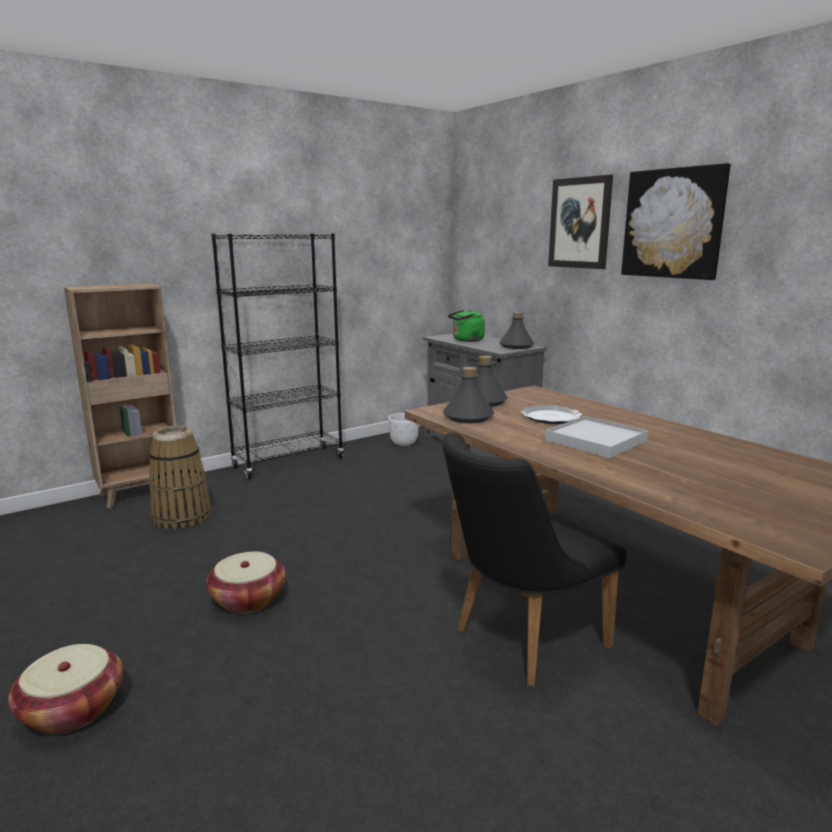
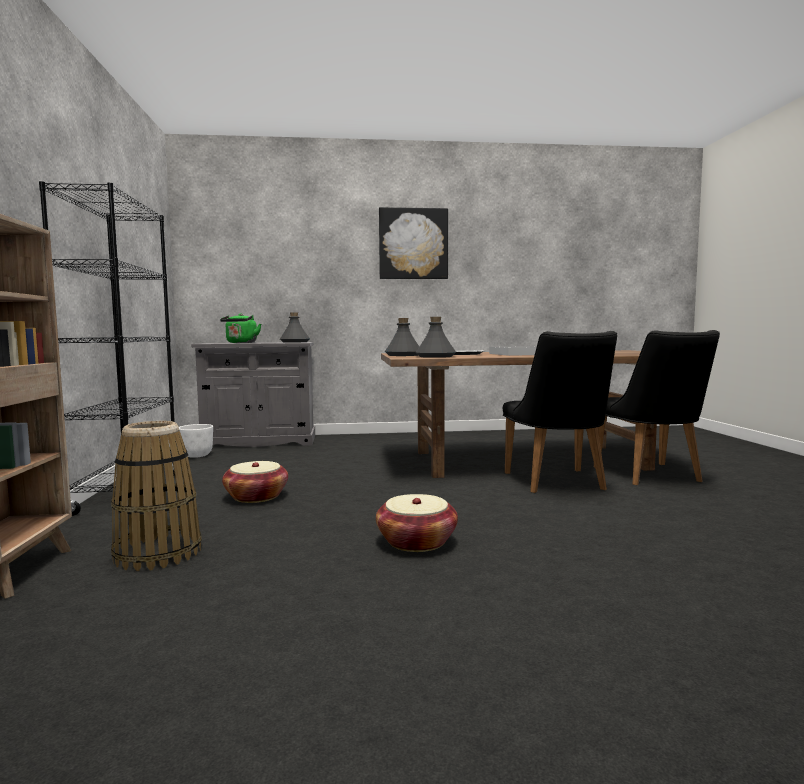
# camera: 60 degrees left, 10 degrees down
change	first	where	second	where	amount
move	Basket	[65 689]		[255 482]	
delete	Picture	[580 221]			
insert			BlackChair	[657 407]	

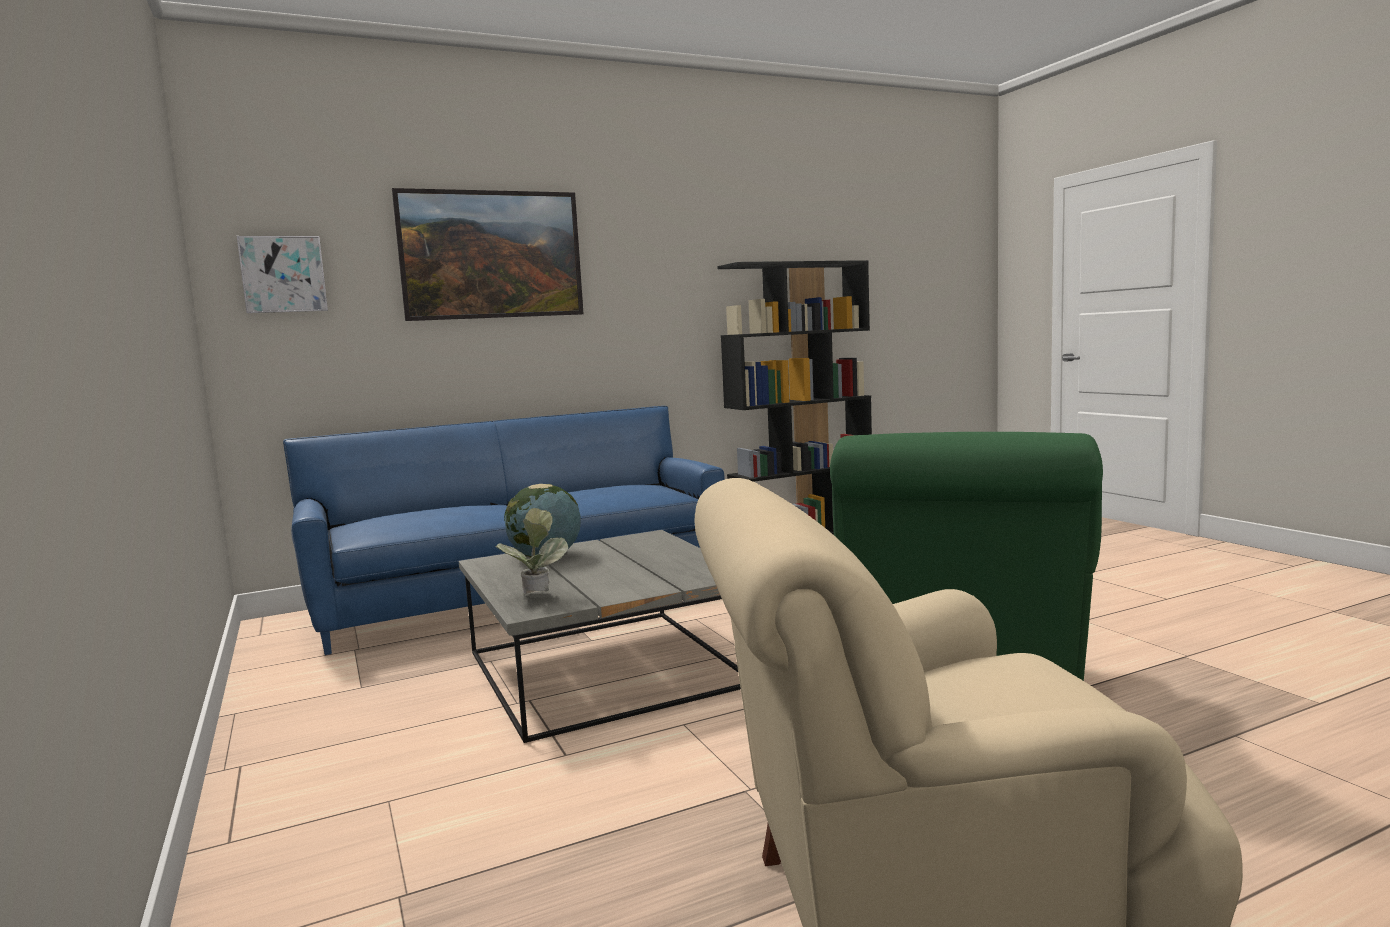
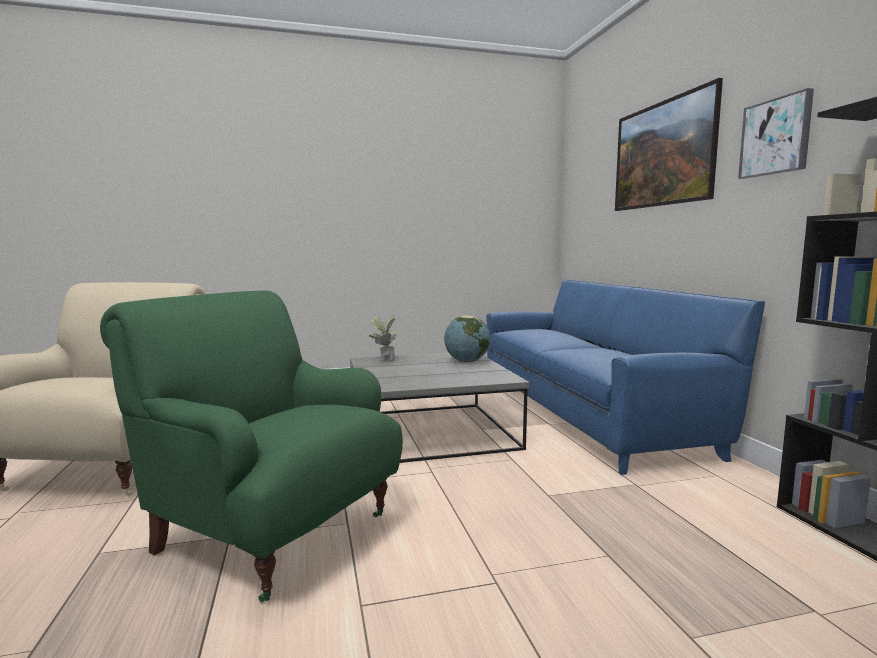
# camera: 100 degrees right, 0 degrees up
change	first	where	second	where	amount
move	Picture	[282 274]		[776 133]	

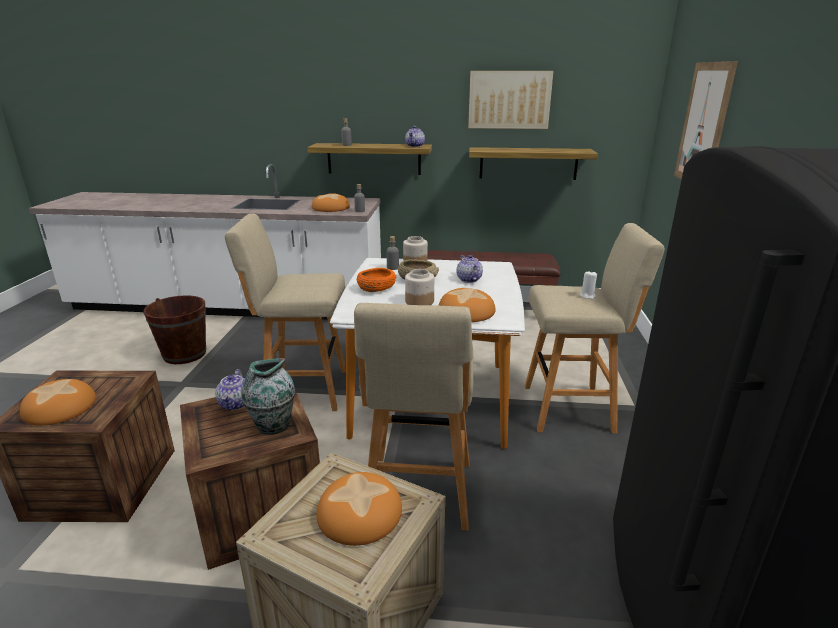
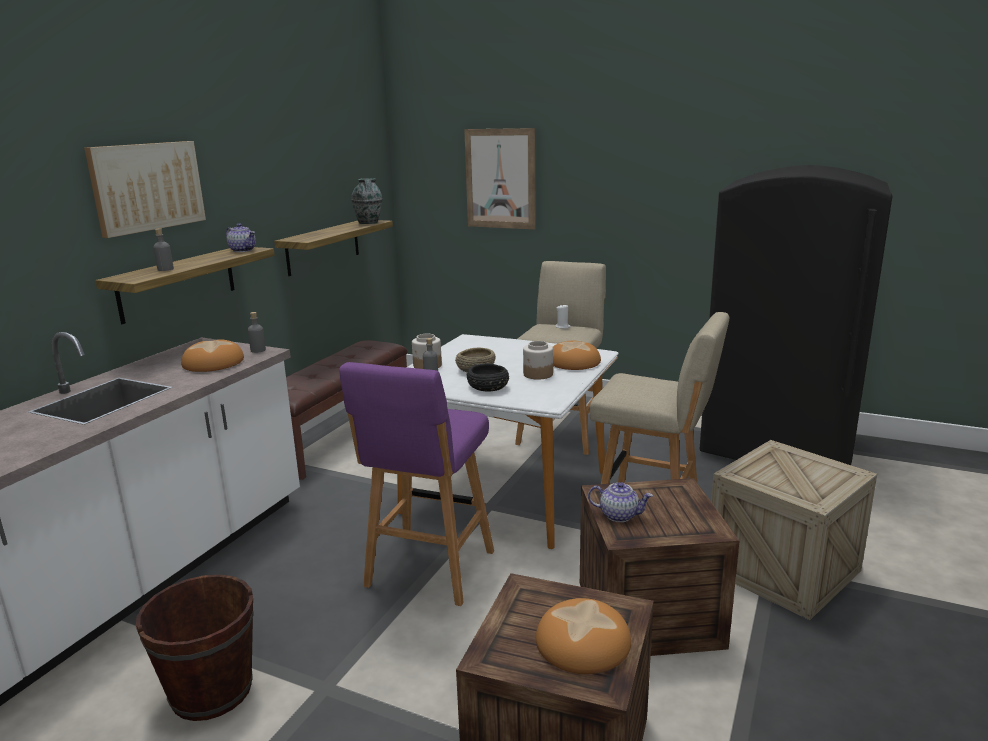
# camera: 70 degrees left, 5 degrees down
change	first	where	second	where	amount
recolor	BeigeStool	[285 312]	PurpleStool	[416 484]	
move	Vase	[268 396]		[367 201]	
delete	Bread	[359 509]			
recolor	OrangeBowl	[376 280]	BlackBowl	[488 377]	
delete	Teapot	[469 269]			
move	Picture	[511 100]		[145 189]	

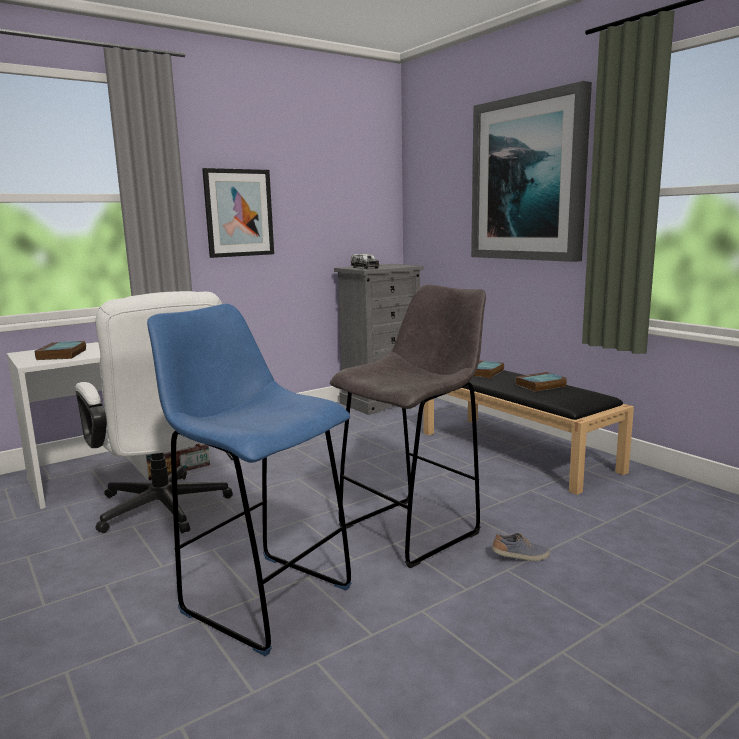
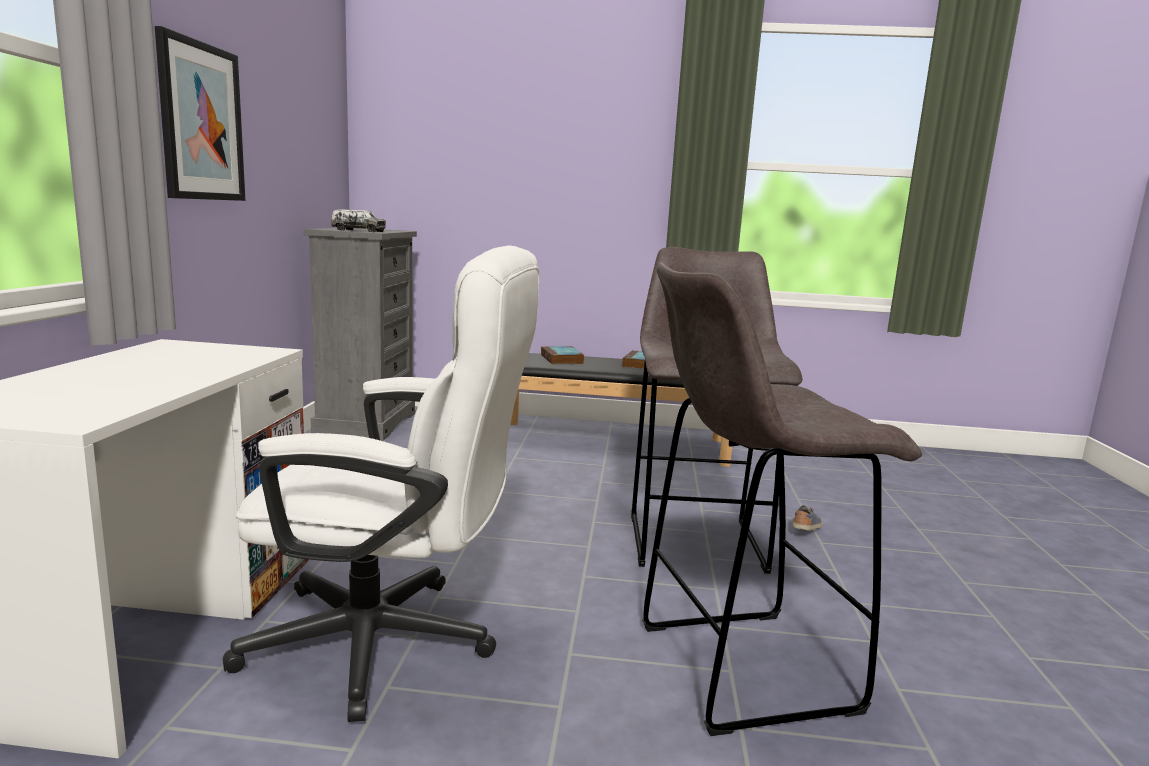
# camera: 50 degrees left, 0 degrees up
change	first	where	second	where	amount
delete	Book	[60 350]			
recolor	BlueStool	[249 480]	GreyStool	[782 499]	
delete	Picture	[531 171]			

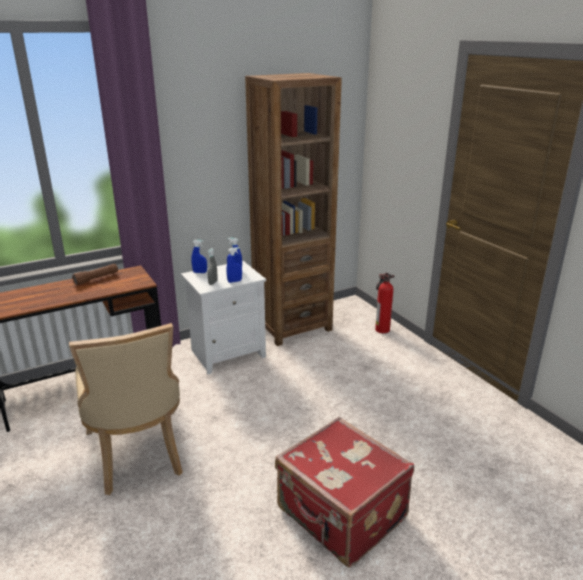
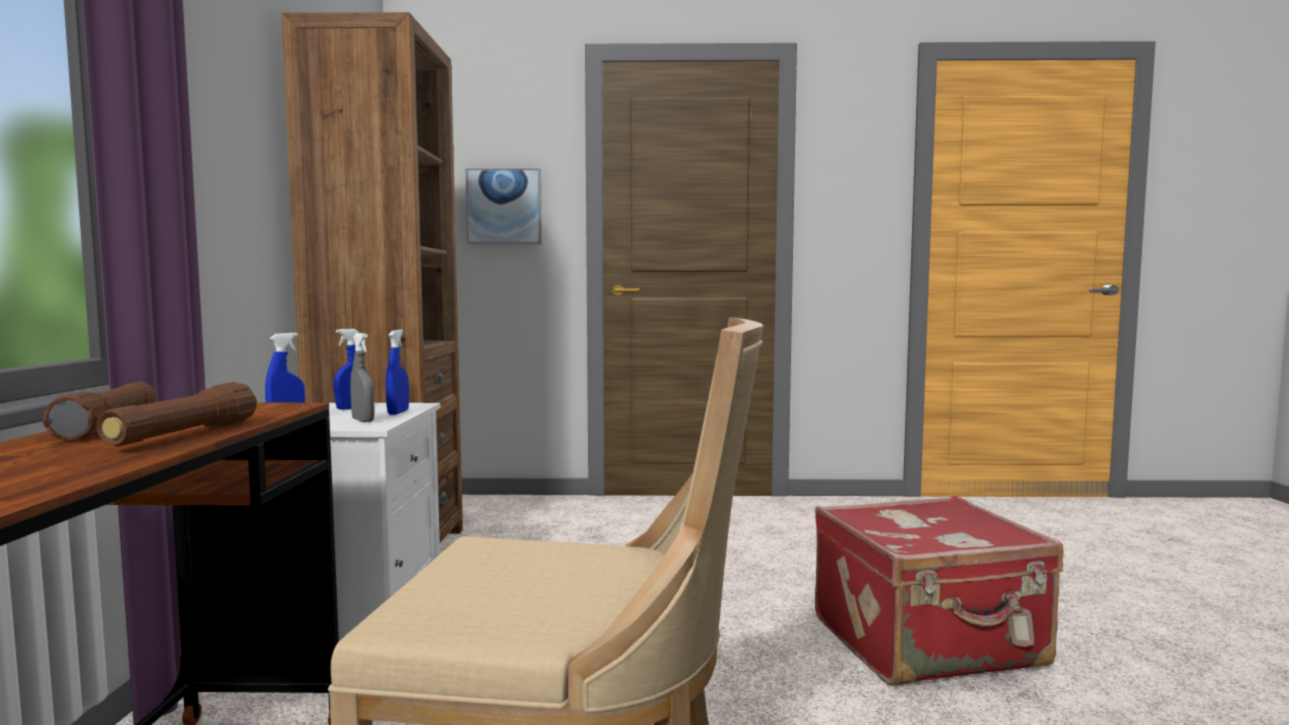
# camera: 60 degrees left, 20 degrees down
change	first	where	second	where	amount
delete	FireExtinguisher	[385 303]			
insert			BrownFlashlight	[177 414]	
insert			Picture	[503 206]	

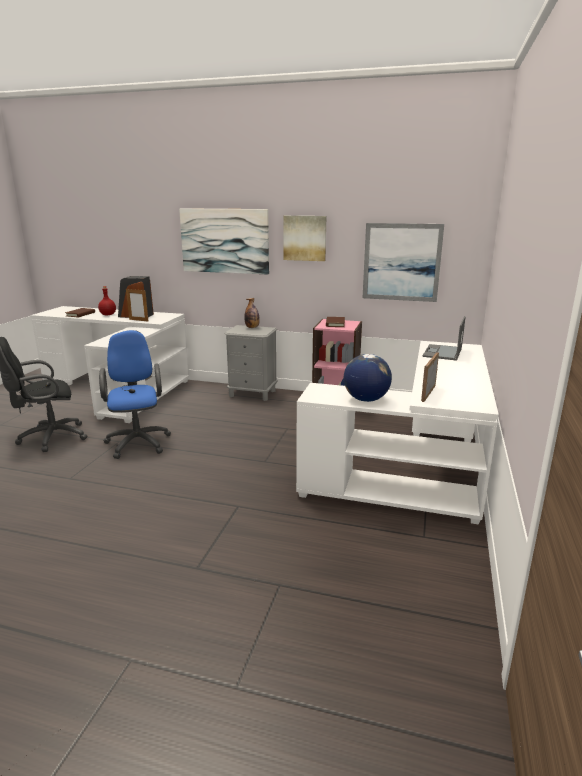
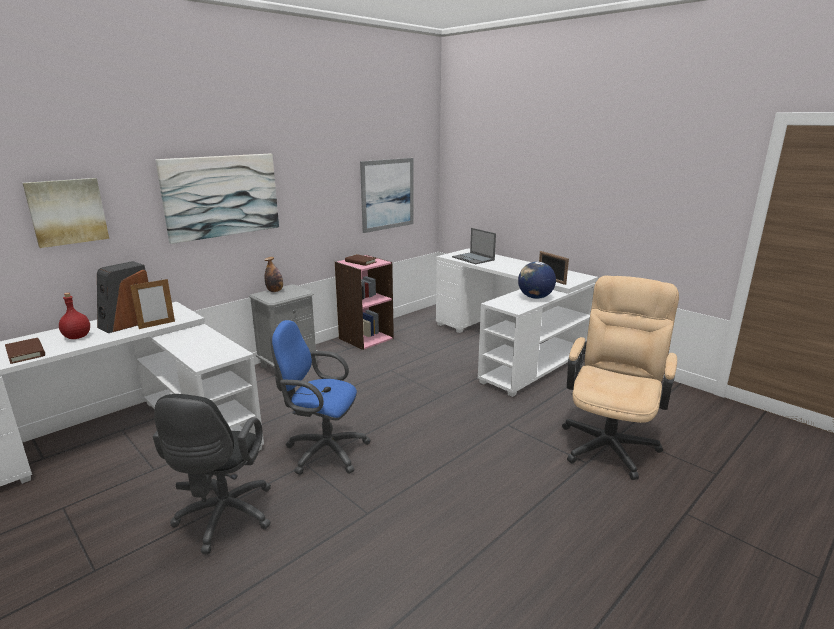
# camera: 60 degrees left, 0 degrees up
change	first	where	second	where	amount
move	Picture	[304 238]		[66 213]	
insert			BeigeOfficeChair	[620 378]	

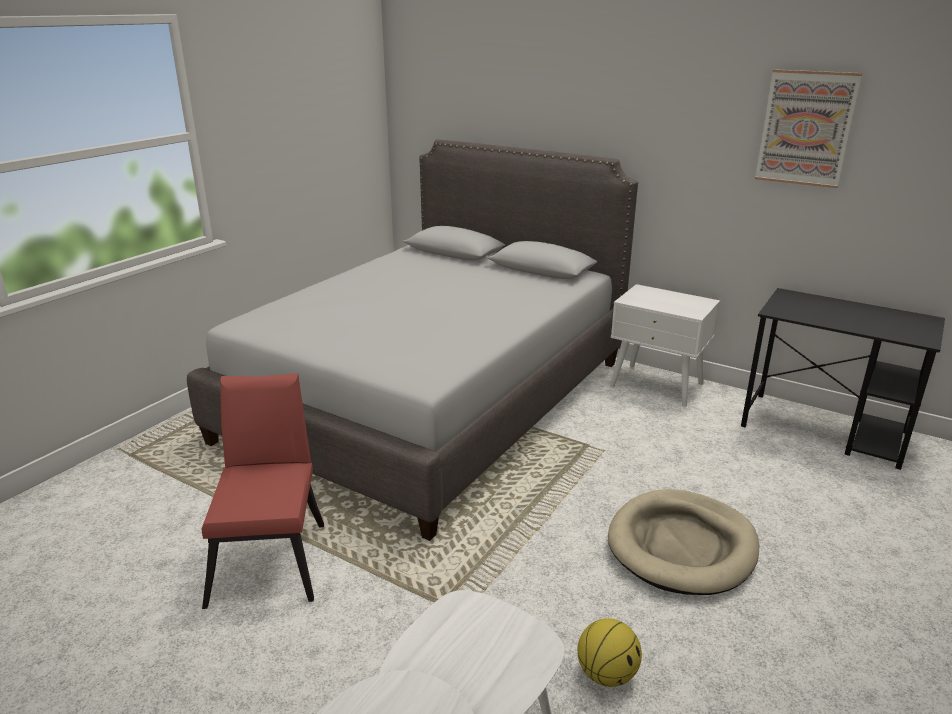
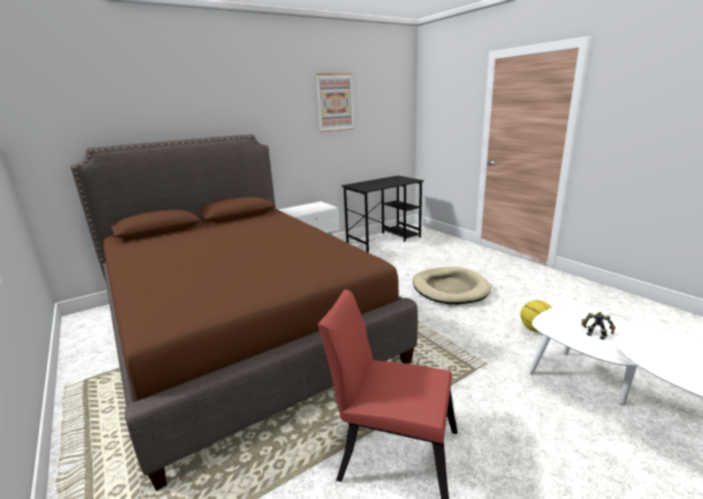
# camera: 65 degrees left, 5 degrees down
change	first	where	second	where	amount
recolor	GreyBed	[412 340]	BrownBed	[244 312]	
insert			ToyRobot	[598 326]	

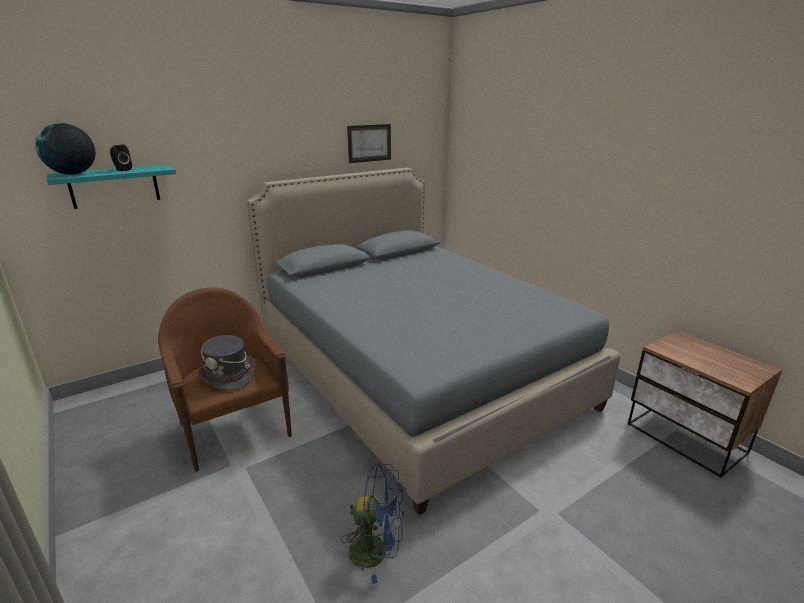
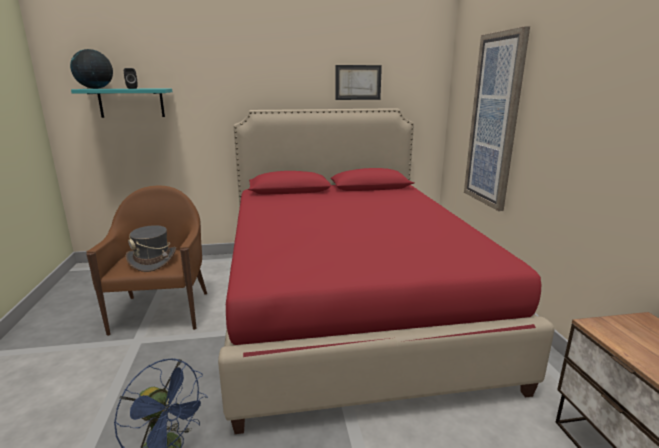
# camera: 25 degrees right, 5 degrees down
change	first	where	second	where	amount
recolor	GreyBed	[434 341]	RedBed	[386 271]	
insert			Picture	[497 118]	

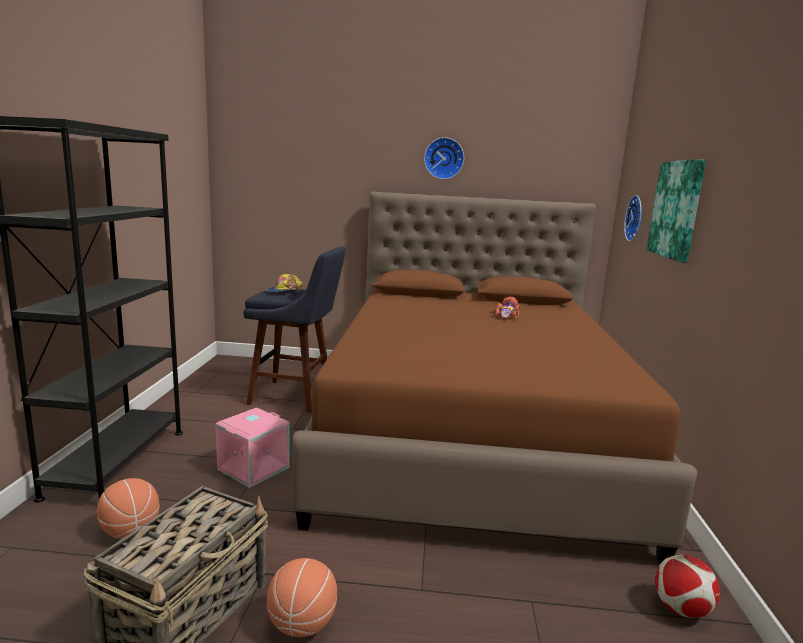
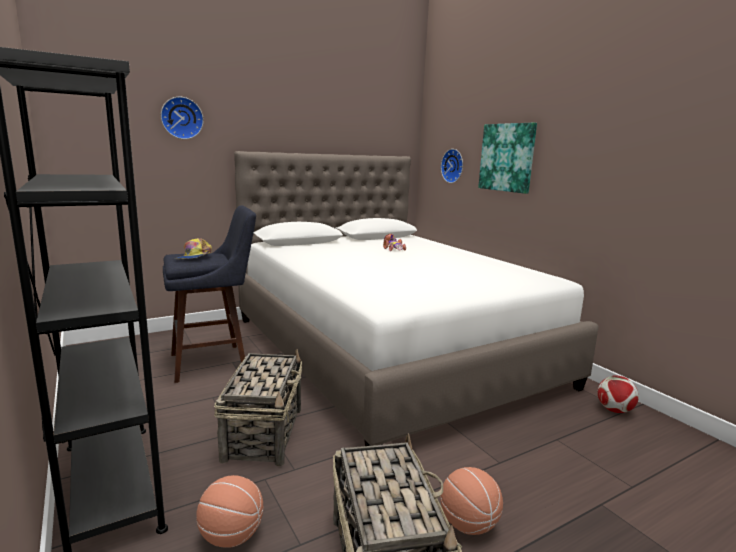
# camera: 35 degrees left, 0 degrees up
change	first	where	second	where	amount
replace	PinkStorageBox	[252 447]	Basket	[258 407]	
recolor	BrownBed	[495 378]	WhiteBed	[416 298]	
move	WallClock	[444 158]		[182 118]	

